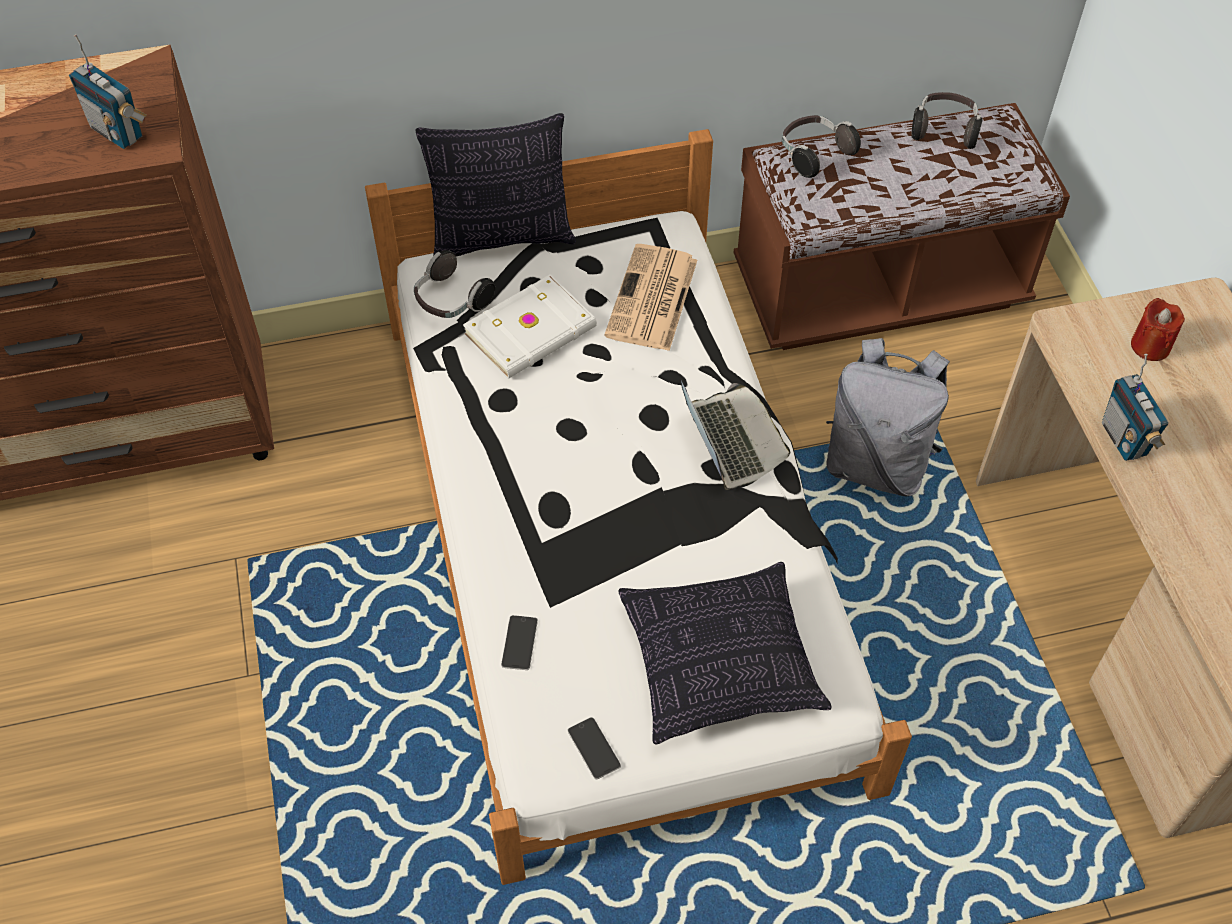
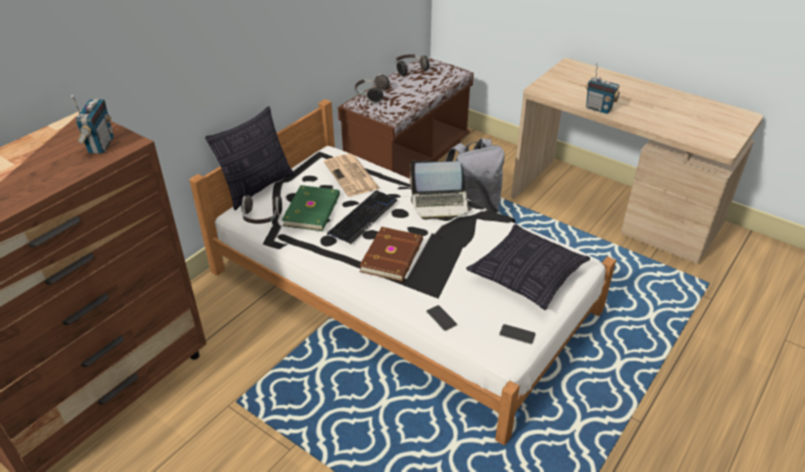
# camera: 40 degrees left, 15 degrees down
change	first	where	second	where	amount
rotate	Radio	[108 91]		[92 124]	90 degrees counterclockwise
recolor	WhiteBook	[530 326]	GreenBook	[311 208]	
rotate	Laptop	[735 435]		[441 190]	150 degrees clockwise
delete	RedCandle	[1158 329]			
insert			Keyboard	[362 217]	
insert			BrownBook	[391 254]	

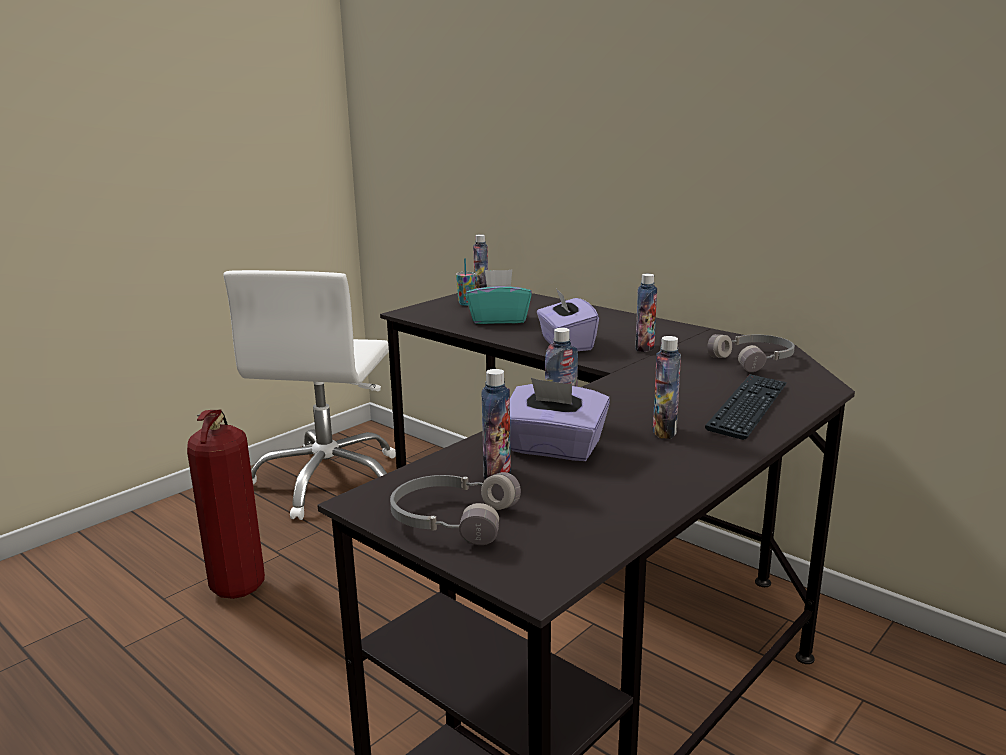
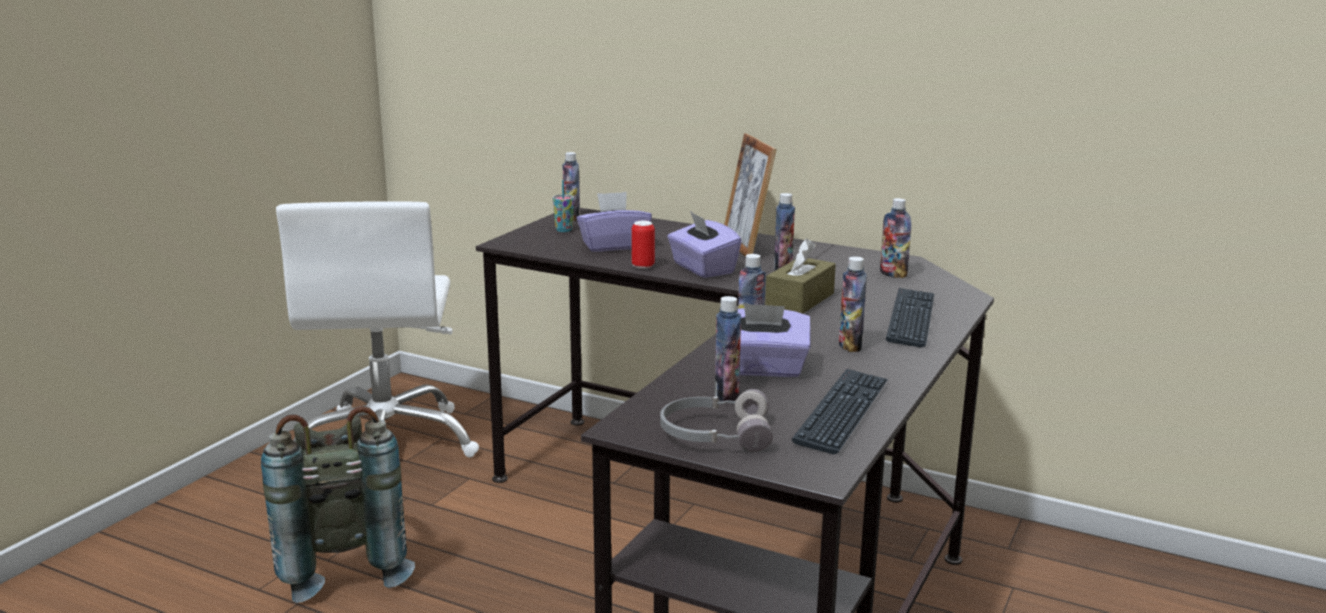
# camera: 15 degrees left, 0 degrees up
change	first	where	second	where	amount
replace	FireExtinguisher	[226 504]	GreyBackpack	[338 504]	
recolor	TurquoiseTissueBox	[499 296]	PurpleTissueBox	[614 222]	
replace	GreyHeadphones	[751 353]	Bottle	[895 238]	
insert			Can	[643 244]	
insert			PictureFrame	[750 195]	
insert			BrownTissueBox	[800 276]	
insert			Keyboard	[840 411]	

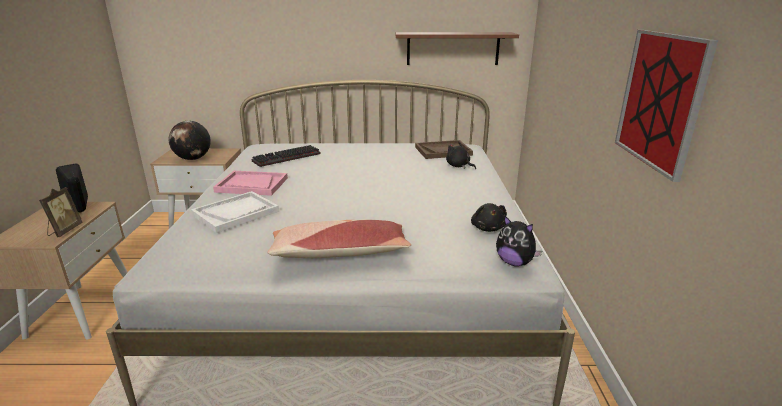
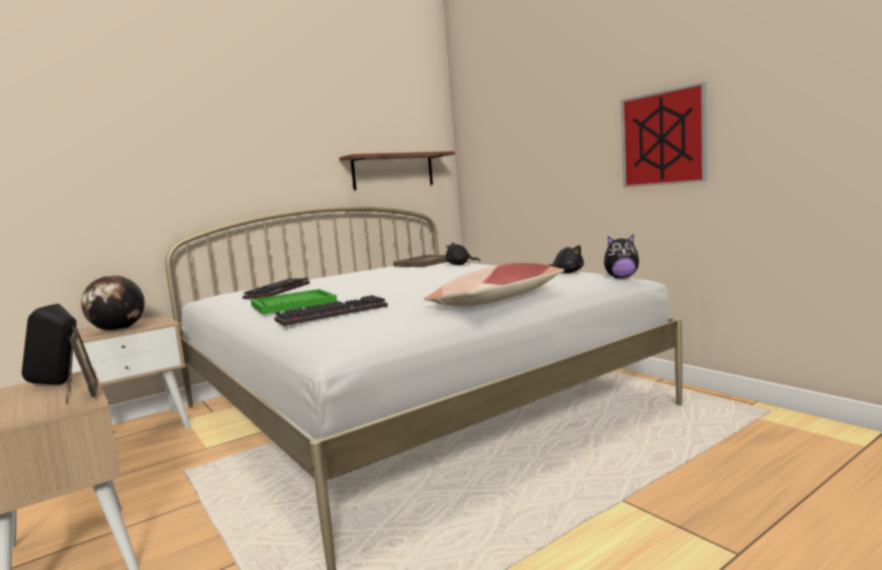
# camera: 35 degrees left, 15 degrees down
change	first	where	second	where	amount
replace	WhiteTray	[235 212]	Keyboard	[331 310]	
recolor	PinkTray	[250 183]	GreenTray	[294 302]	

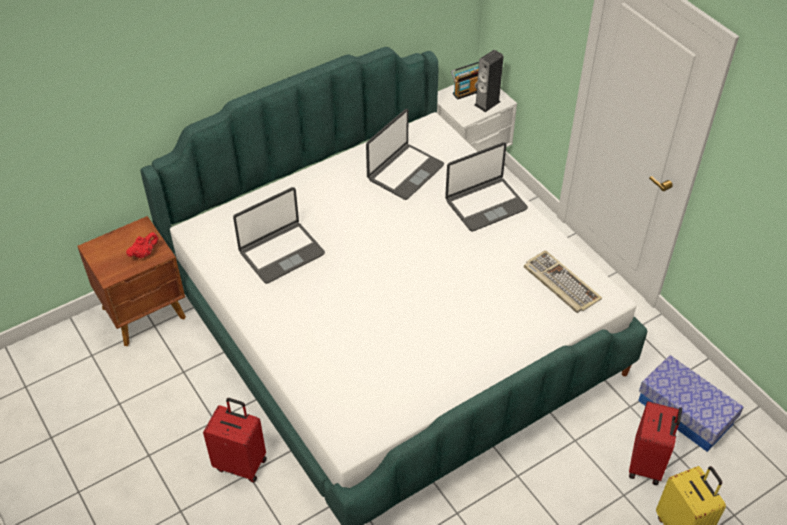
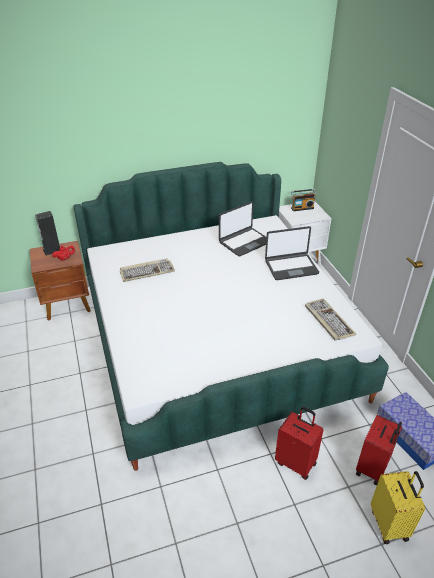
# camera: 15 degrees right, 10 degrees down
change	first	where	second	where	amount
move	RedSuitcase	[235 440]		[299 443]	
replace	Laptop	[279 235]	Keyboard	[147 270]	
move	Speaker	[489 81]		[47 233]	

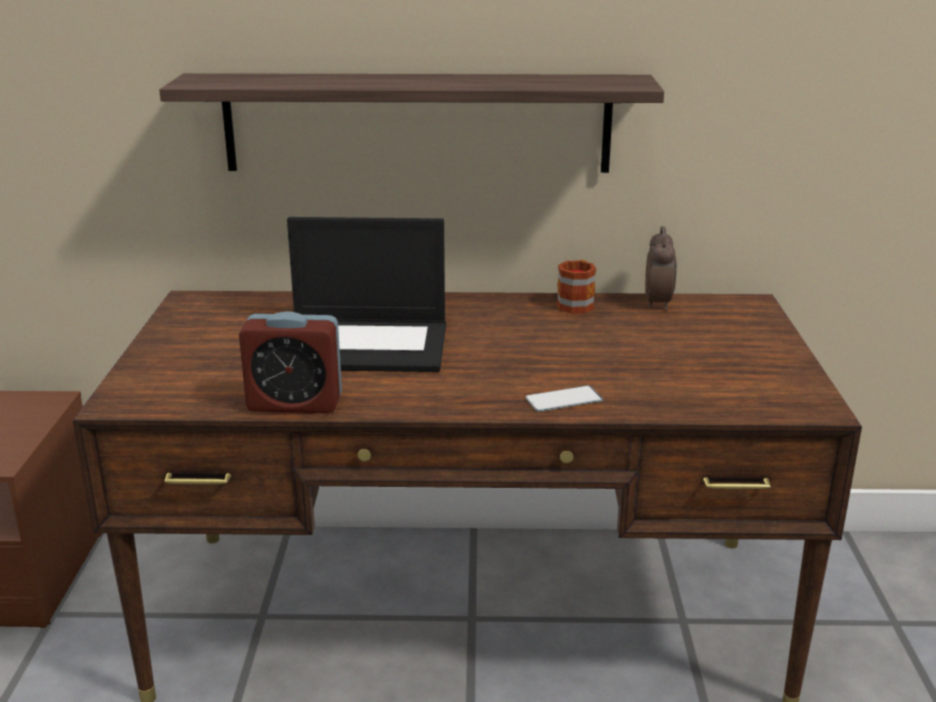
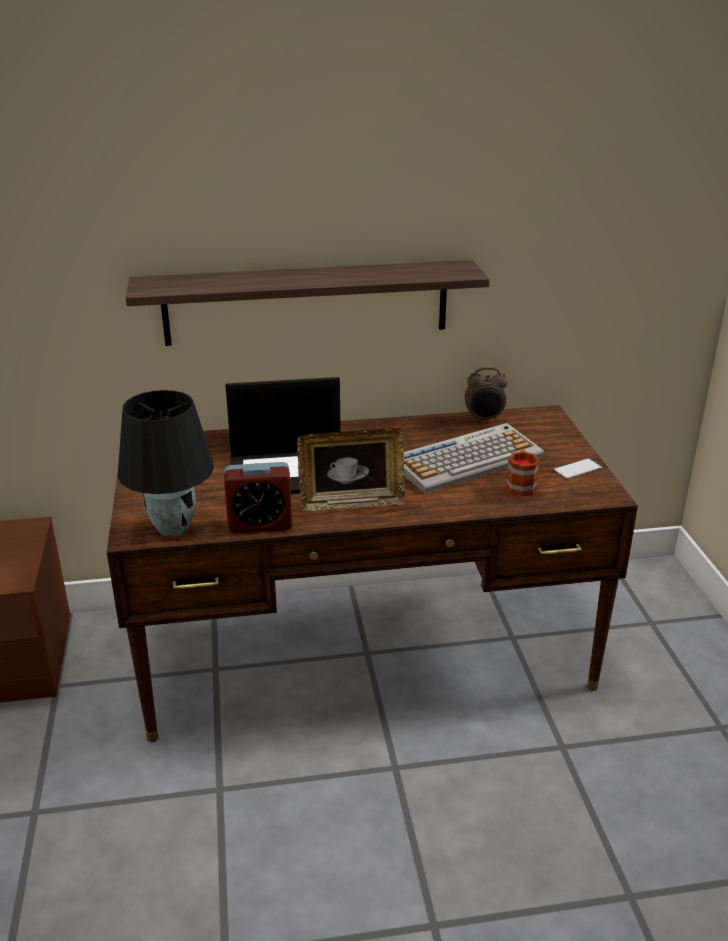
# camera: 10 degrees left, 5 degrees up
change	first	where	second	where	amount
move	Phone	[564 399]		[578 468]	
move	Mug	[576 287]		[523 473]	
rotate	AlarmClock	[660 268]		[486 394]	90 degrees clockwise
insert			BlackTableLamp	[165 463]	
insert			PictureFrame	[351 469]	
insert			Keyboard	[474 458]	

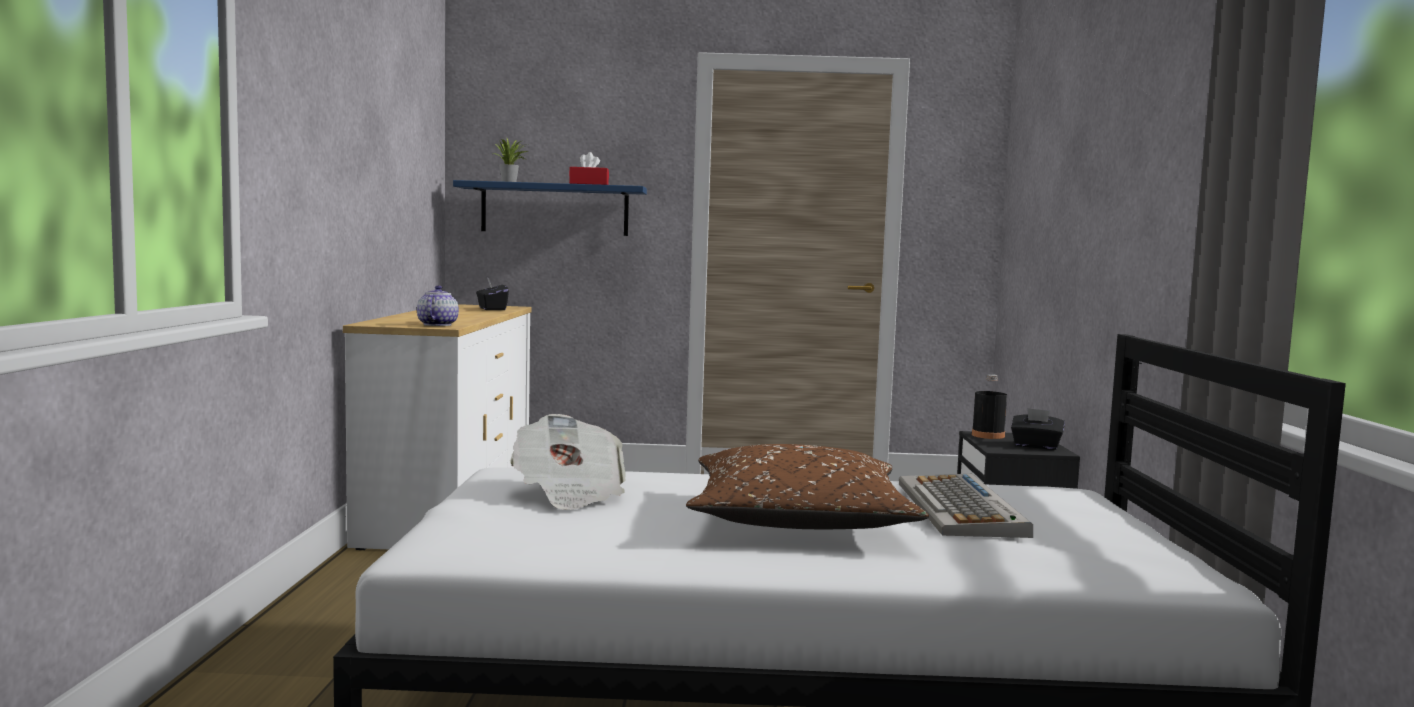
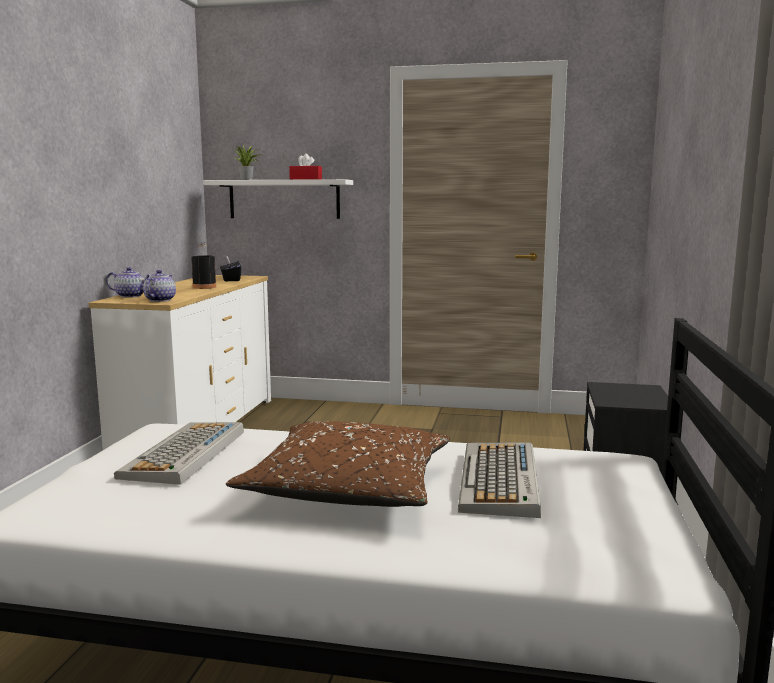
# camera: 10 degrees right, 5 degrees up
change	first	where	second	where	amount
recolor	BlueShelf	[550 208]	WhiteShelf	[278 199]	
replace	Newspaper	[568 462]	Keyboard	[179 453]	
move	BlackBottle	[989 406]		[203 266]	
delete	BlackTissueBox	[1038 429]			
insert			Teapot	[128 282]	

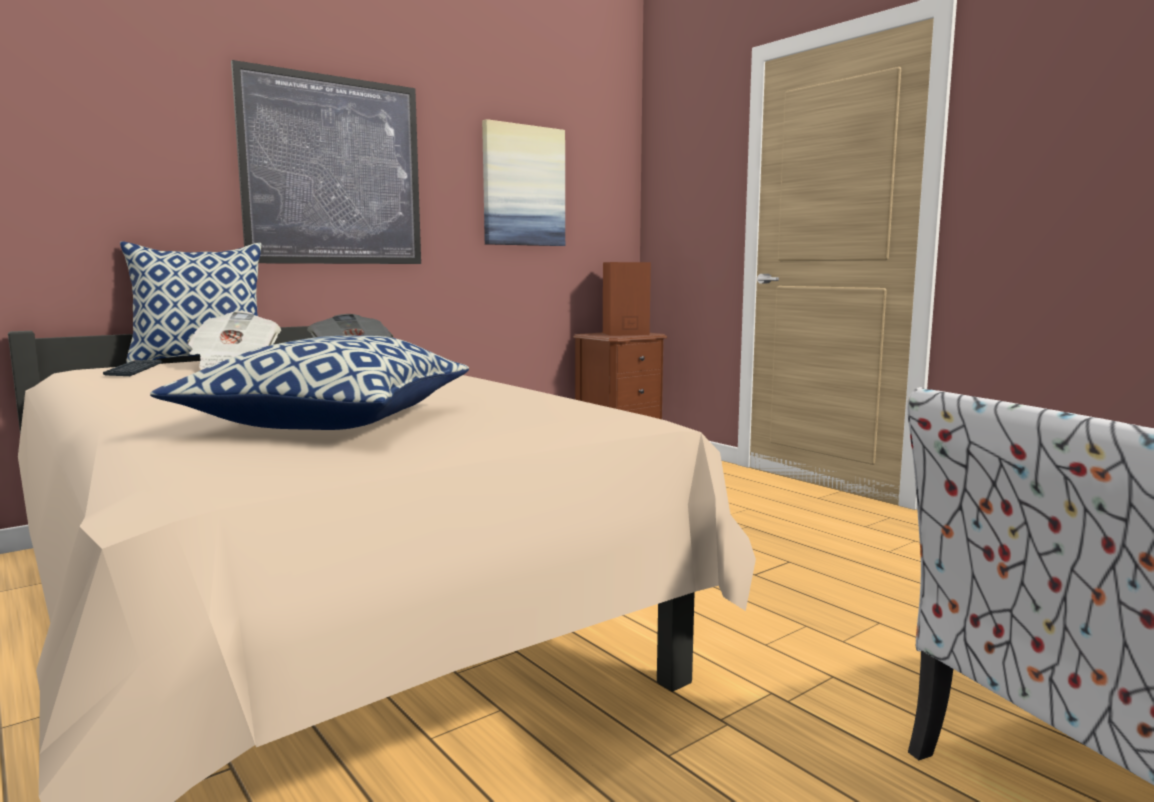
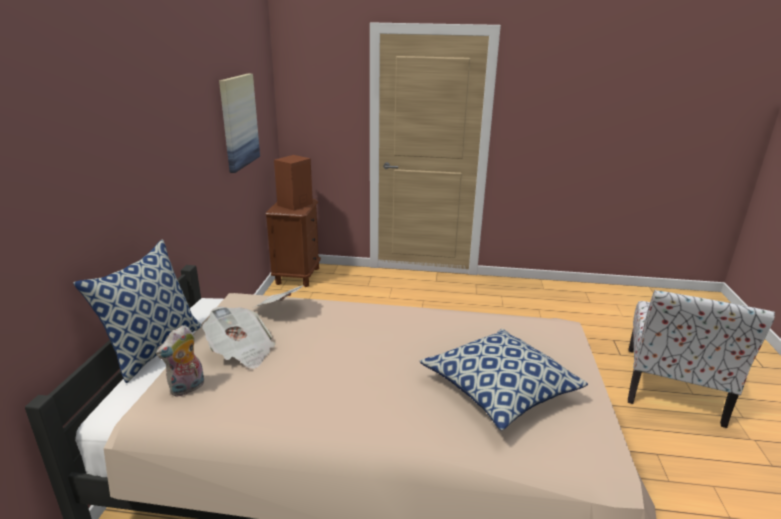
# camera: 45 degrees left, 15 degrees up
change	first	where	second	where	amount
replace	Keyboard	[133 368]	PlushToy	[180 361]	
delete	Picture	[326 162]			

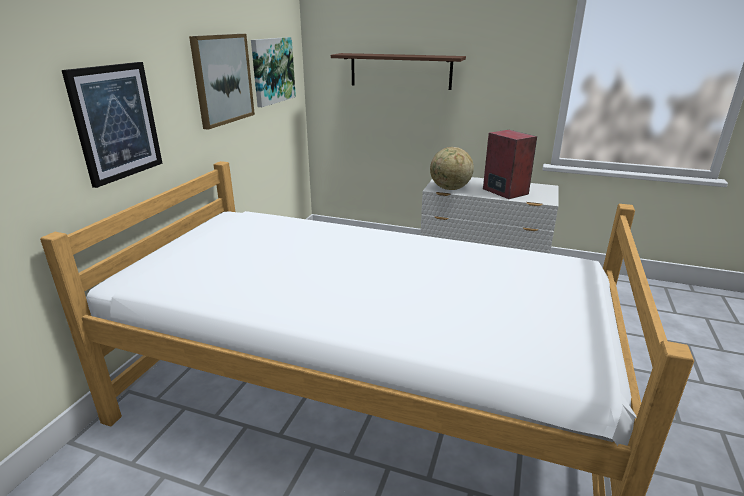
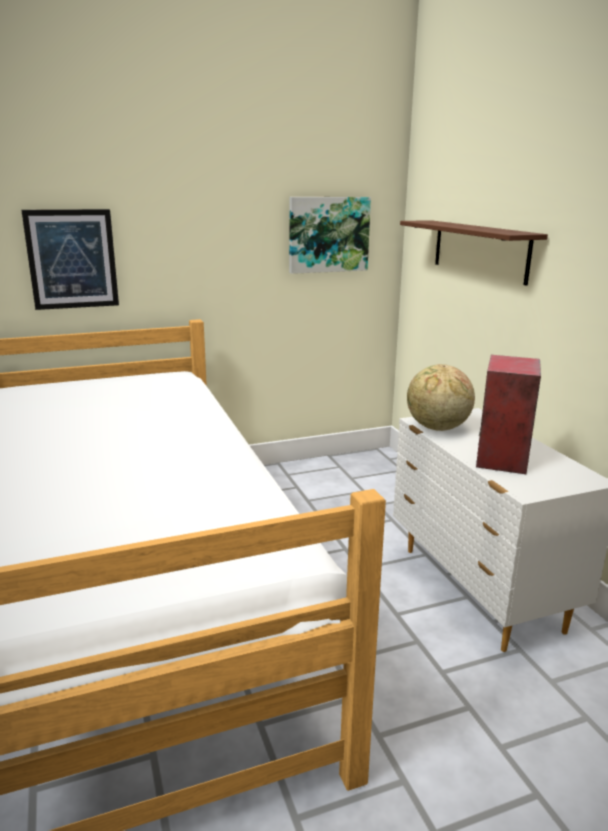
# camera: 50 degrees right, 5 degrees down
change	first	where	second	where	amount
delete	Picture	[222 82]			

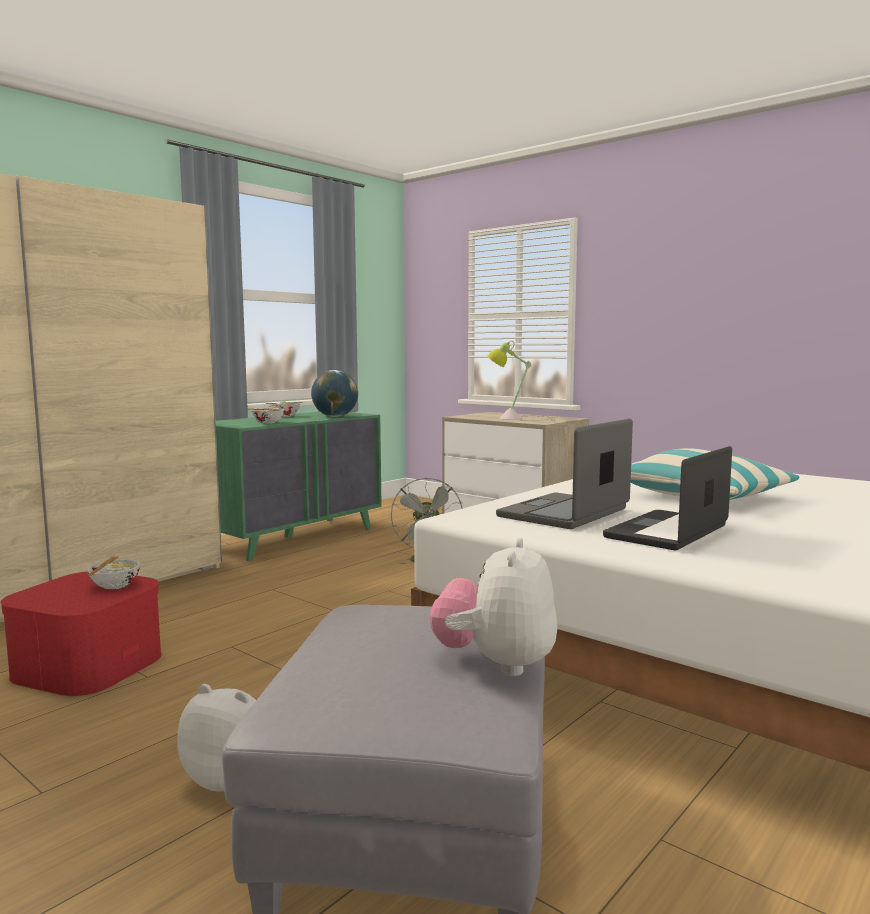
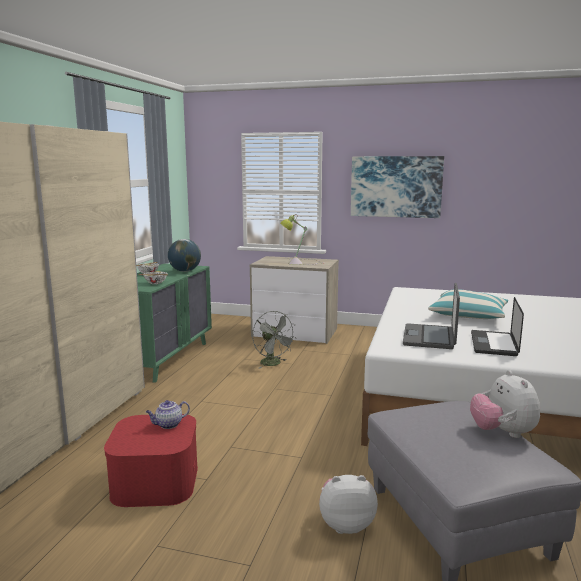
# camera: 25 degrees left, 5 degrees up
change	first	where	second	where	amount
replace	Bowl	[113 572]	Teapot	[168 414]	
insert			Picture	[397 187]	

